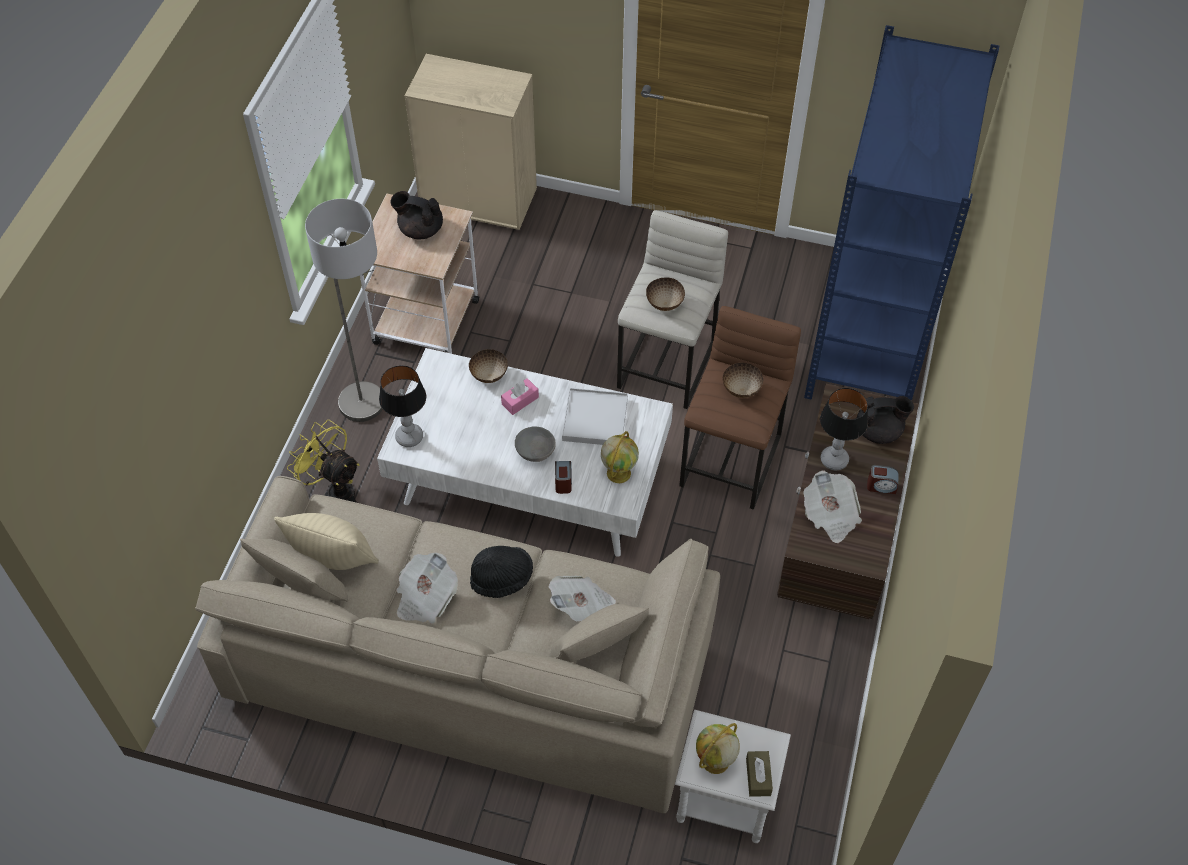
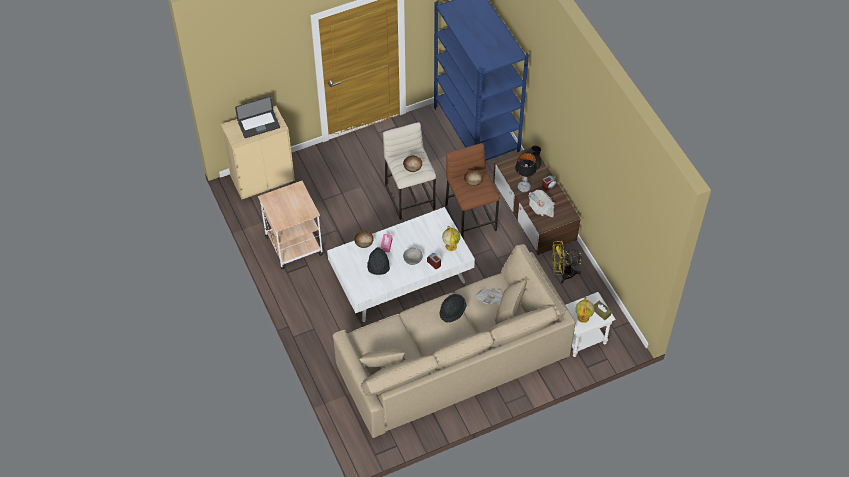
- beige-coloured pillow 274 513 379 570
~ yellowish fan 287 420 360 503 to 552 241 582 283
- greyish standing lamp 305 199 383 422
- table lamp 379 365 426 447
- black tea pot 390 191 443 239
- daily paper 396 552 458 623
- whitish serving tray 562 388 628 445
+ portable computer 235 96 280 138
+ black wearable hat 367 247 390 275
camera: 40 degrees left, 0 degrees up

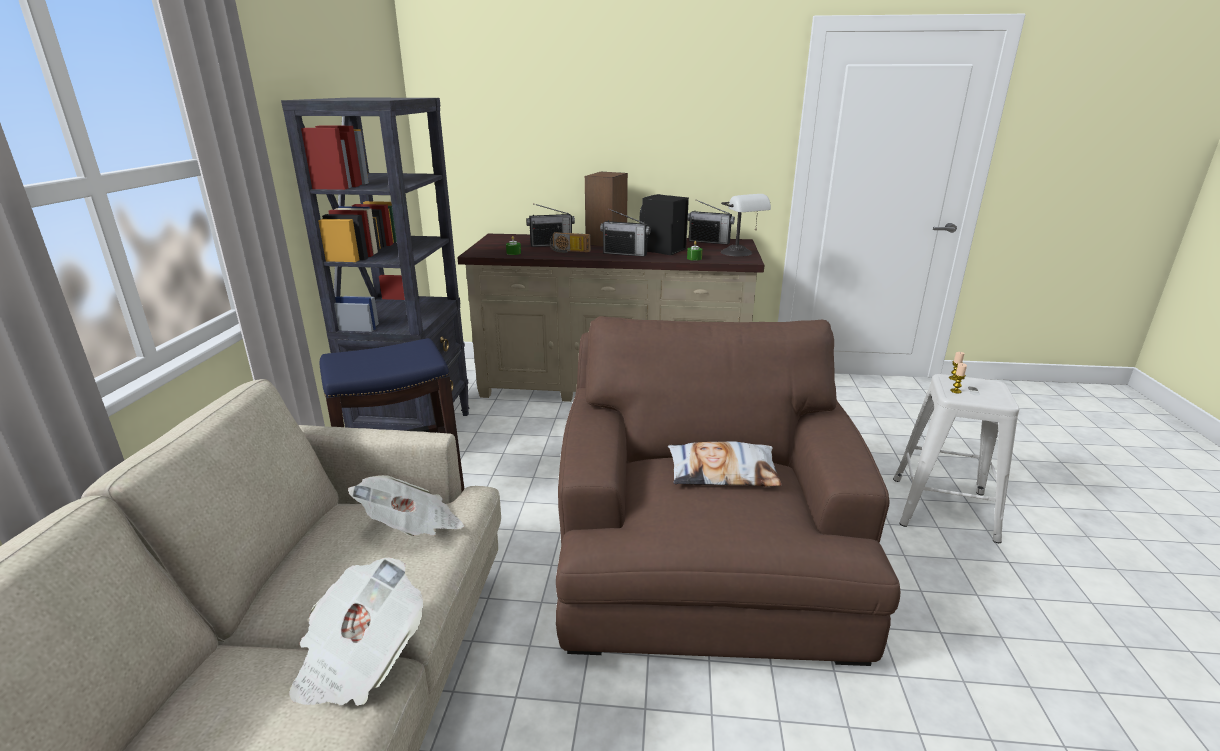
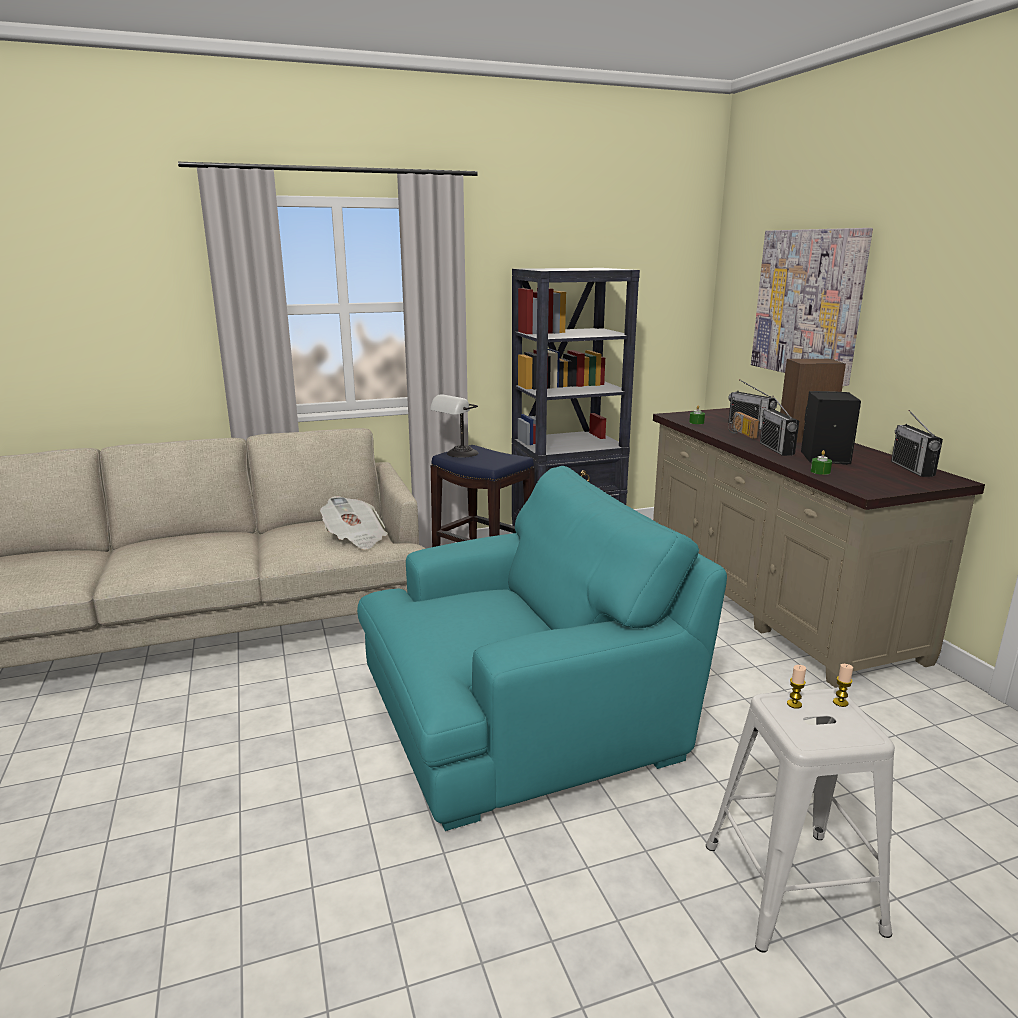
- daily paper 289 557 423 706
~ brown-coloured lounge chair 556 316 900 666 to turquoise lounge chair 357 466 727 831
- pillow 668 441 782 486
~ table lamp 721 194 771 257 to 430 394 478 458
+ wall picture 751 228 873 386
camera: 65 degrees right, 5 degrees down

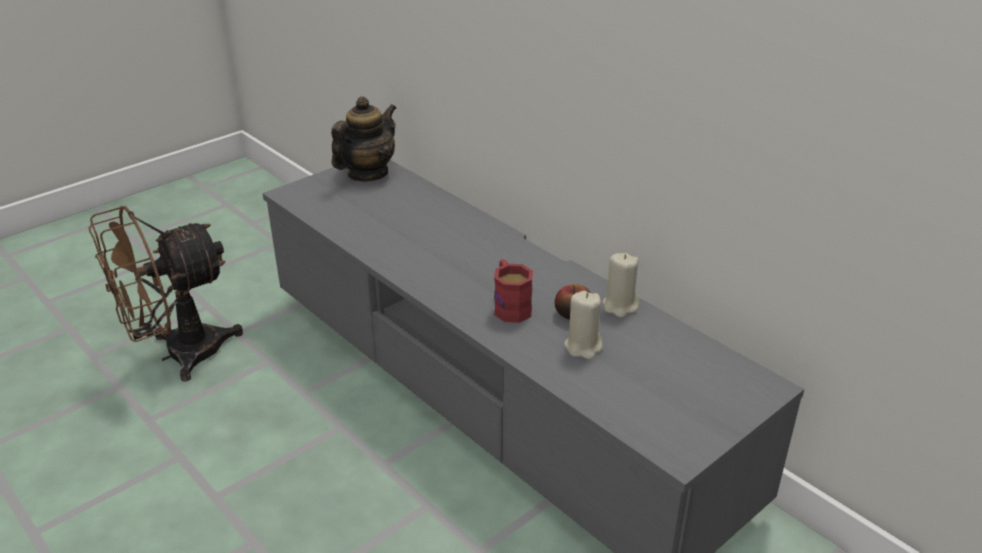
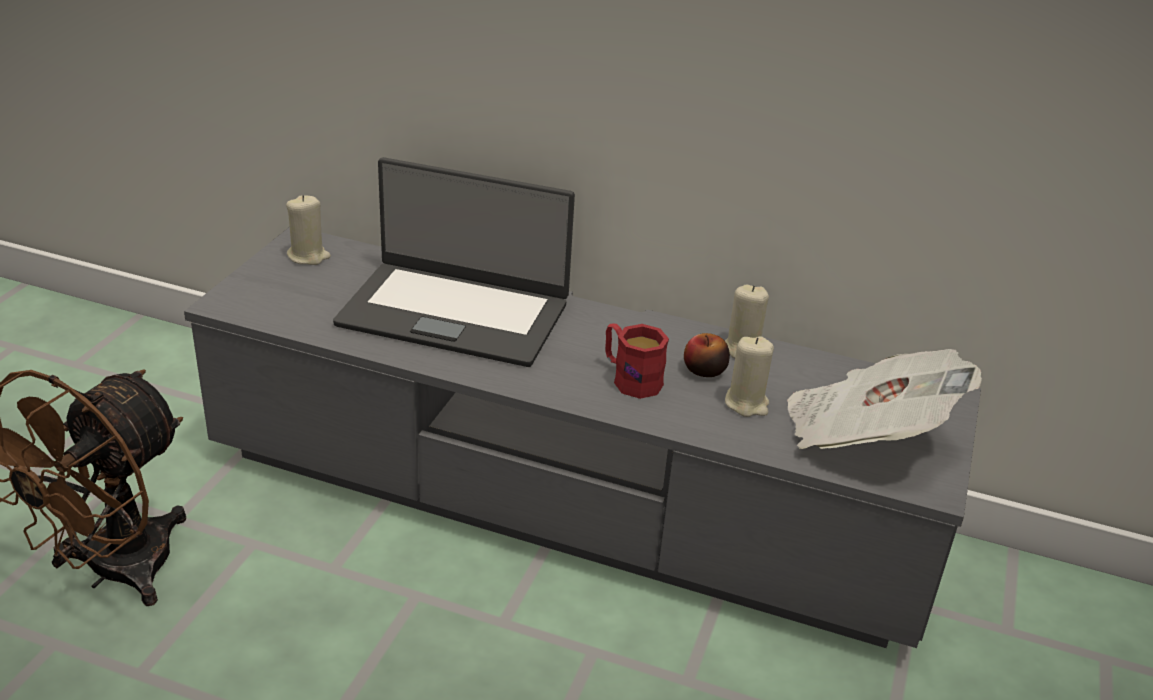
~ tea pot 331 96 396 181 to beige-coloured wax light 286 195 331 265
+ portable computer 333 157 575 367
+ daily paper 787 349 982 449
camera: 30 degrees left, 0 degrees up

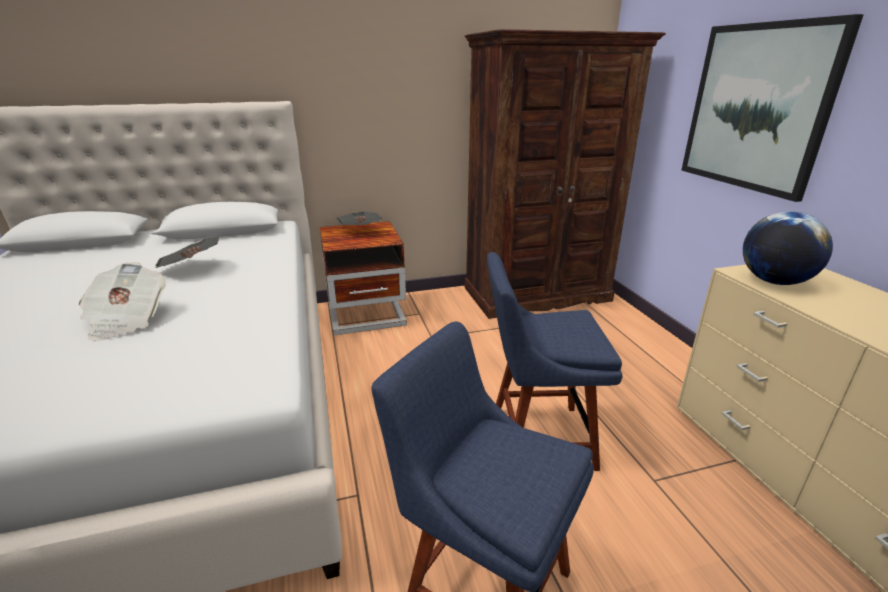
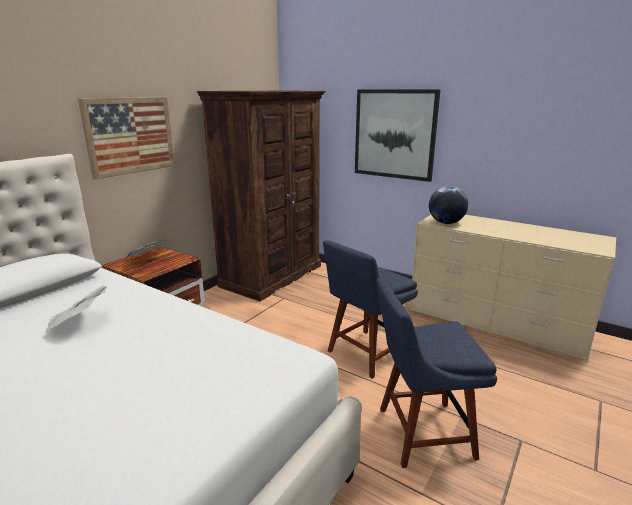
- daily paper 79 262 166 341
+ wall picture 78 97 175 180
camera: 40 degrees left, 5 degrees down

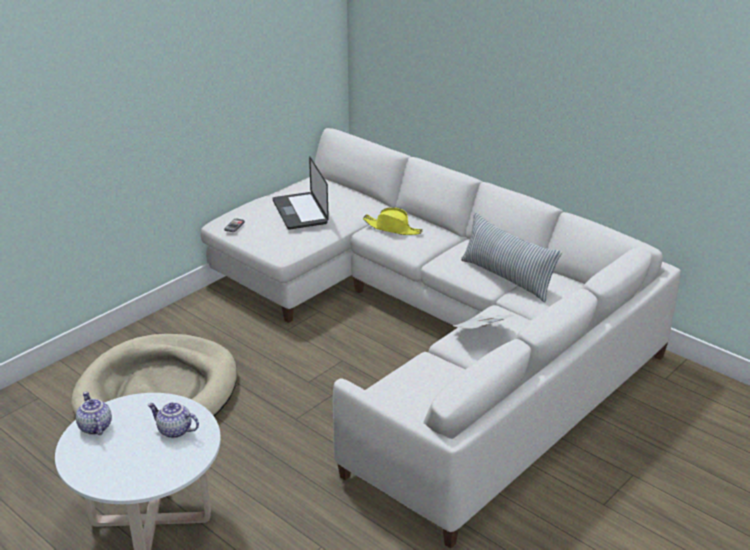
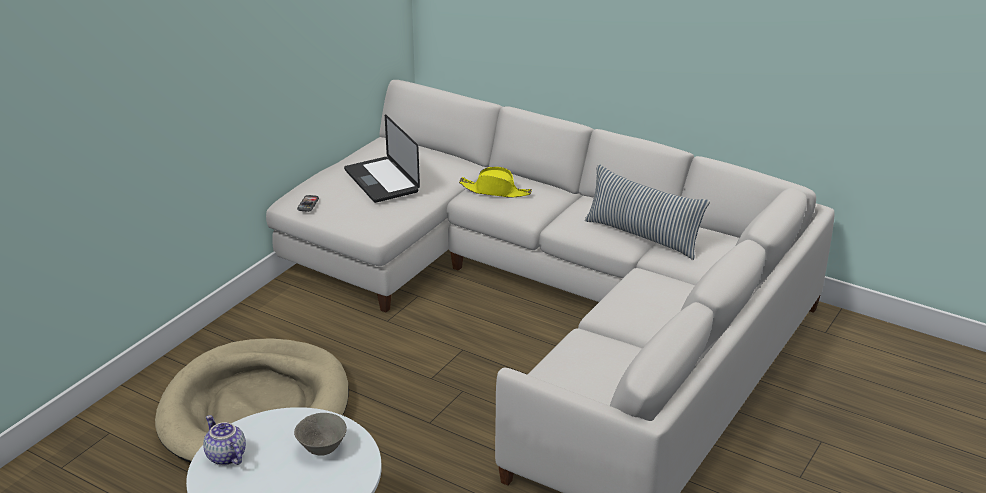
~ tea pot 147 402 199 438 to greyish deep dish 294 413 347 456
- daily paper 453 315 514 329
camera: 10 degrees left, 0 degrees up

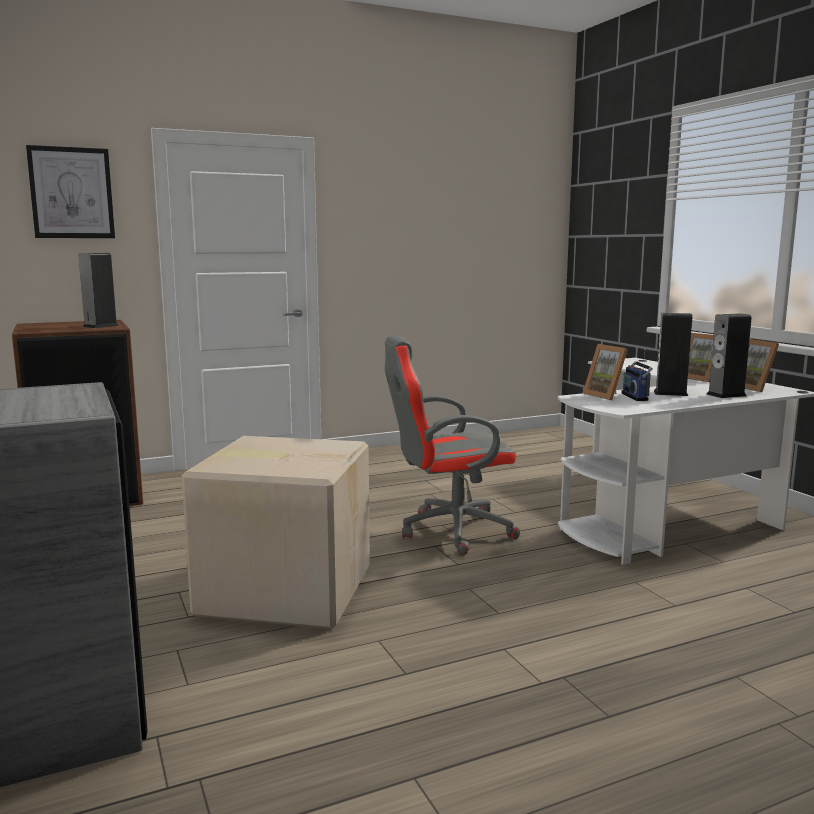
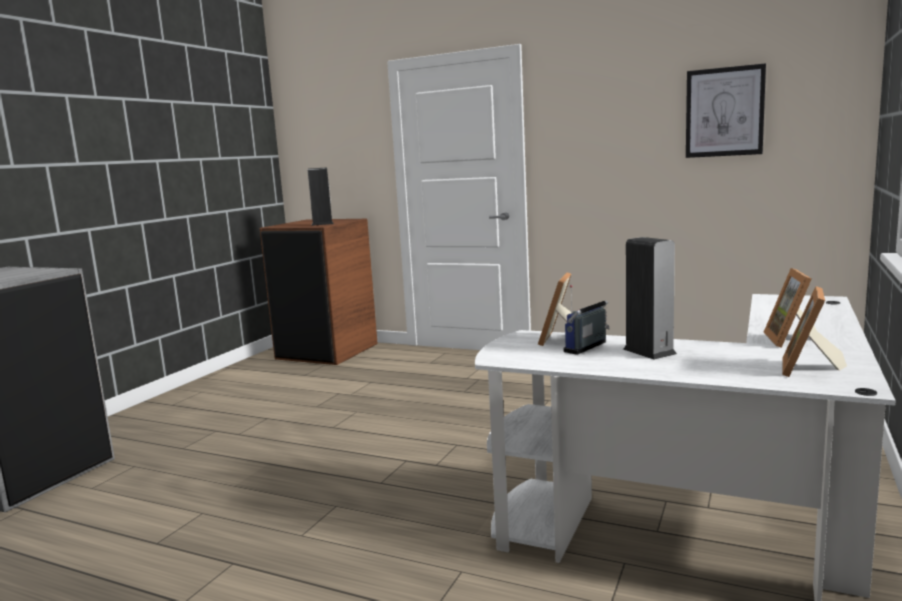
~ wall picture 26 145 115 238 to 686 63 766 158
- cardboard box 182 436 370 629
- greyish office chair 385 336 520 555
- speaker 707 314 752 398
camera: 50 degrees right, 0 degrees up

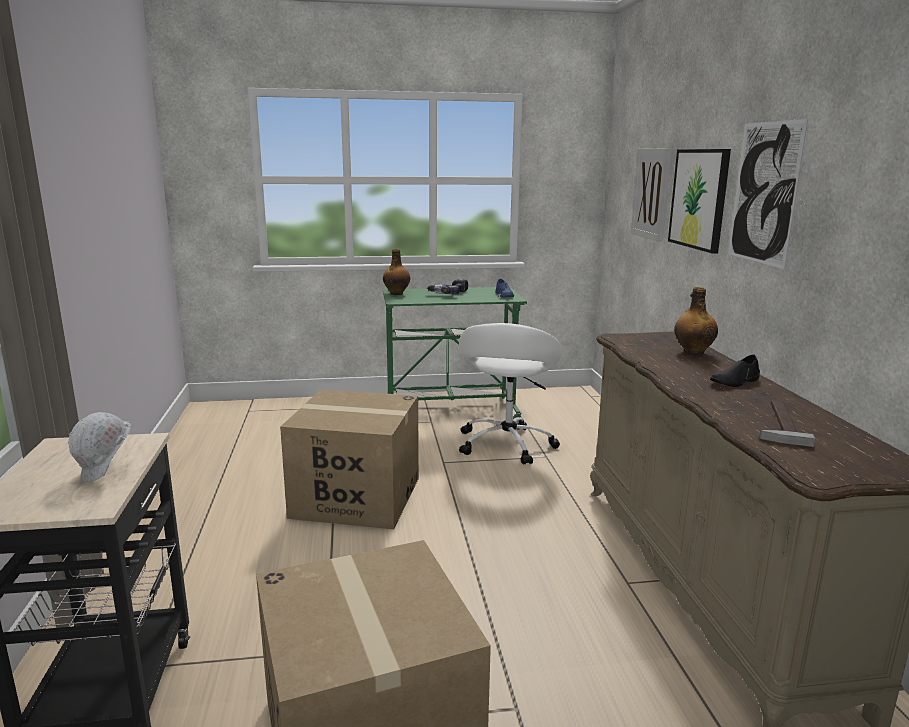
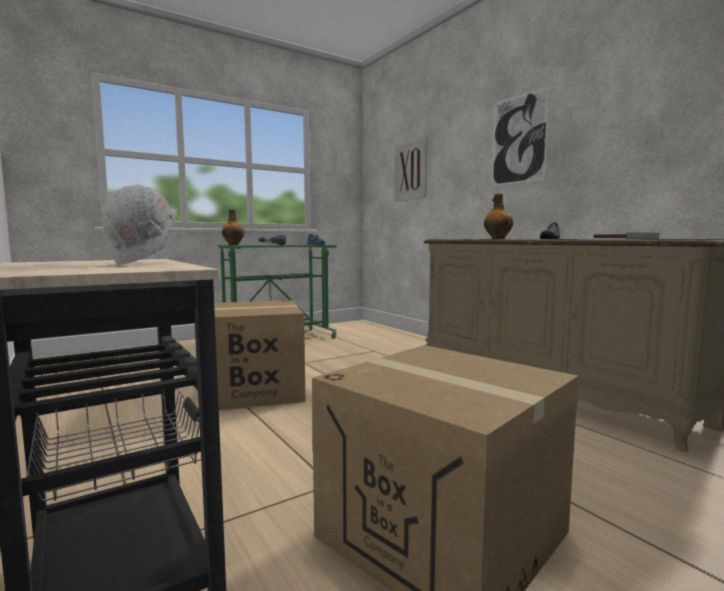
- whitish office chair 459 323 563 464
- wall picture 668 149 731 254
camera: 25 degrees left, 10 degrees down

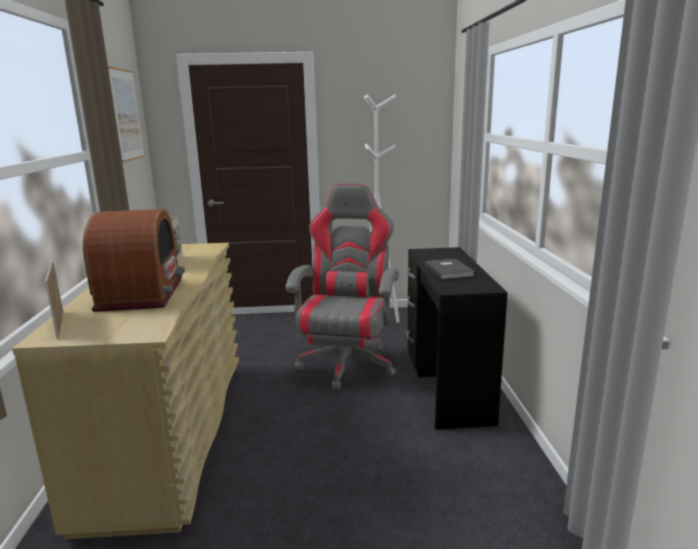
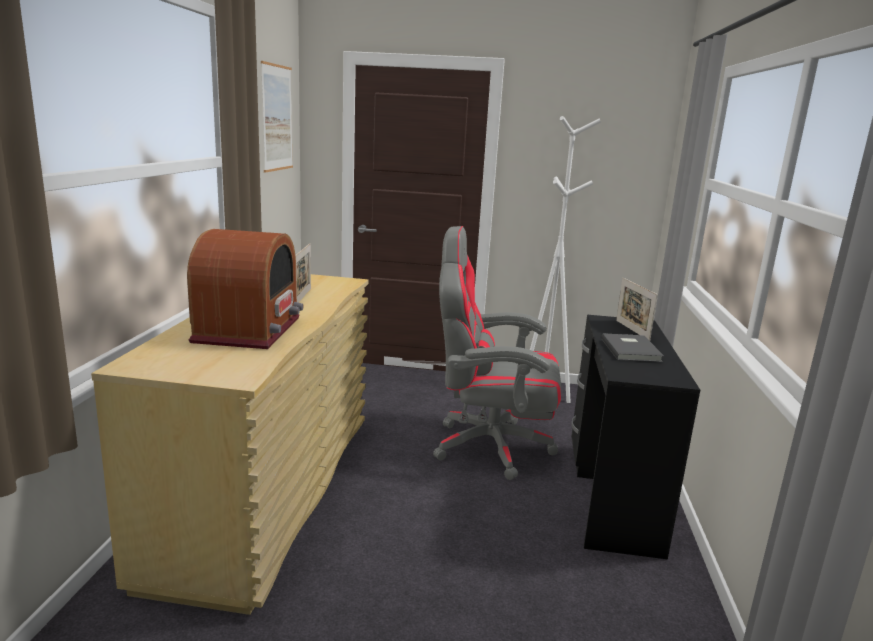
~ photo frame 45 260 63 339 to 616 278 658 341
~ greyish office chair 285 184 399 390 = 433 226 561 480 105 degrees counterclockwise
camera: 10 degrees right, 0 degrees up

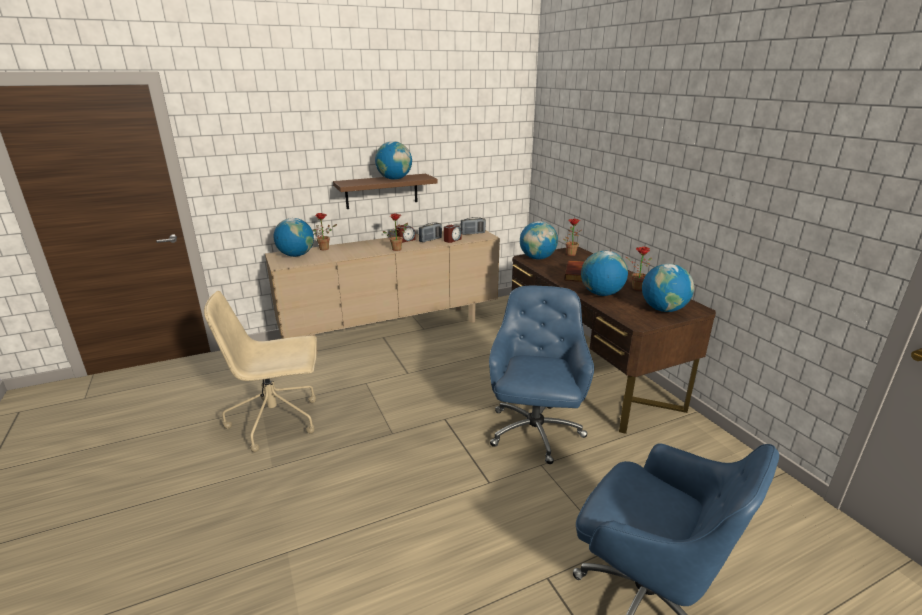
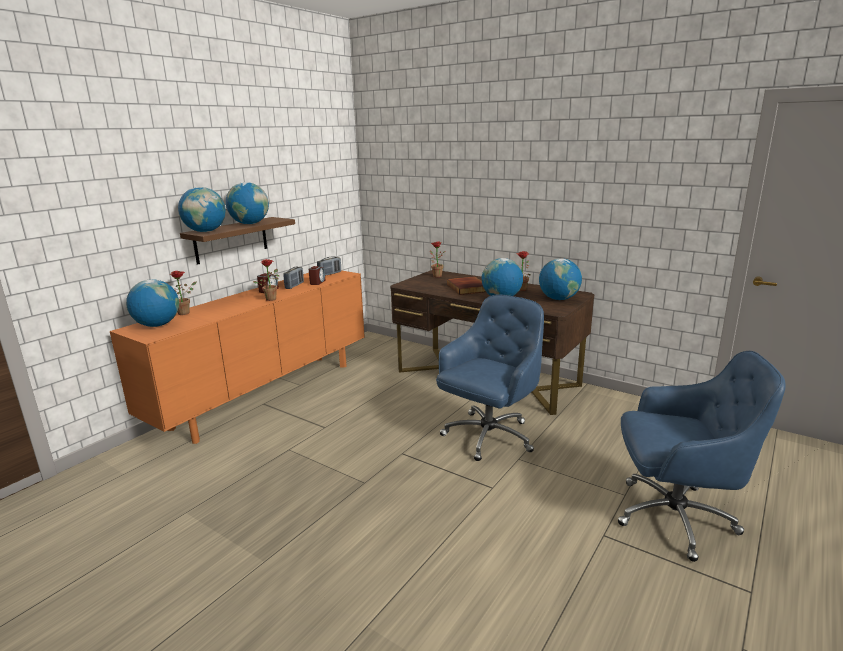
- beige-coloured office chair 204 291 317 452
~ beige-coloured cabinet 265 230 500 354 to orange cabinet 110 270 365 444
~ blue office chair 489 286 594 464 = 436 294 544 461 60 degrees clockwise
~ desk globe 520 221 558 260 to 178 187 226 232
camera: 30 degrees left, 5 degrees down

